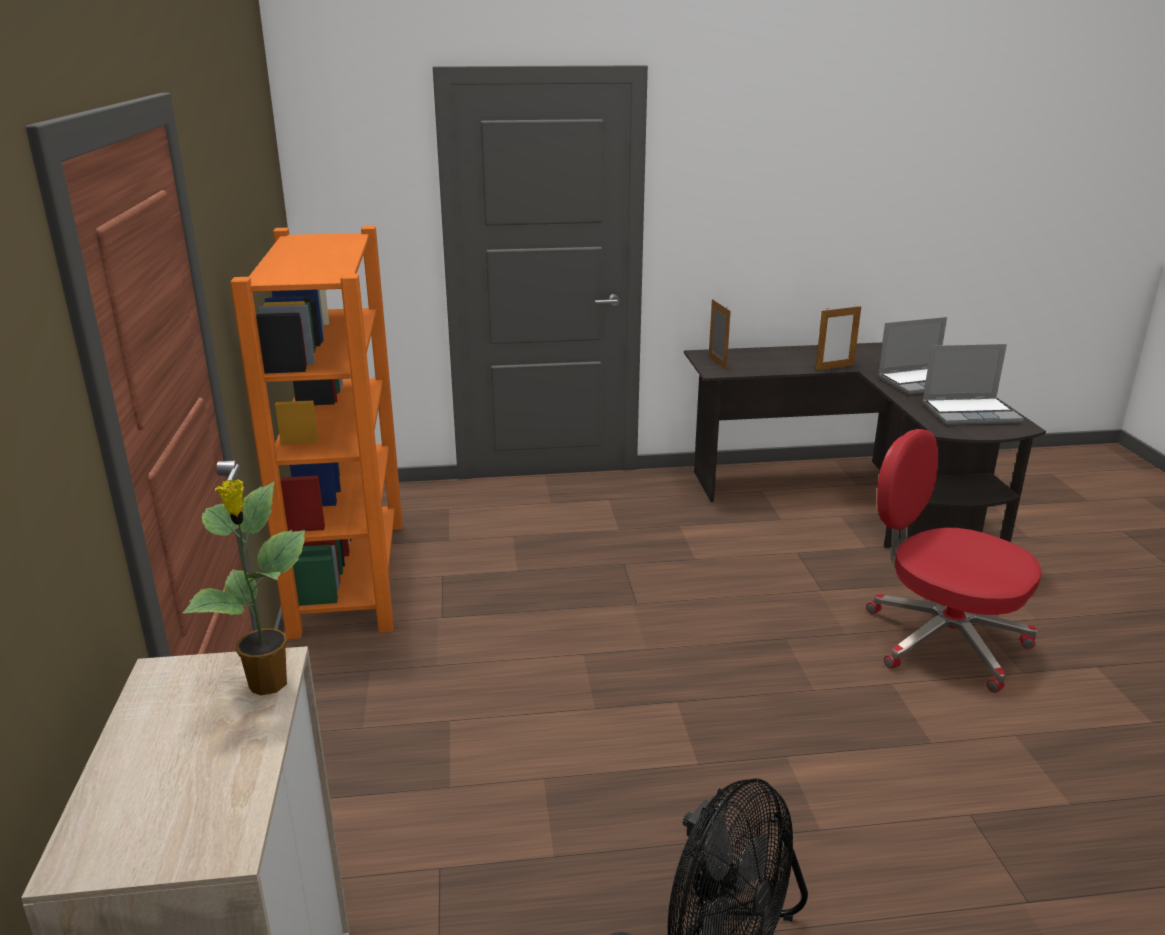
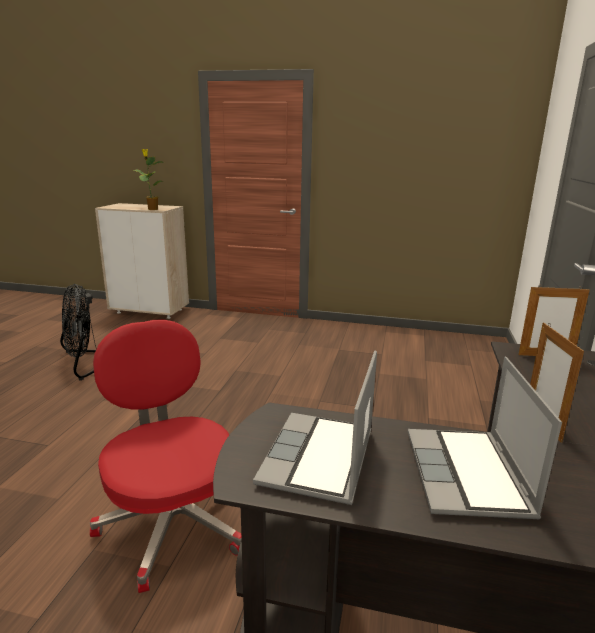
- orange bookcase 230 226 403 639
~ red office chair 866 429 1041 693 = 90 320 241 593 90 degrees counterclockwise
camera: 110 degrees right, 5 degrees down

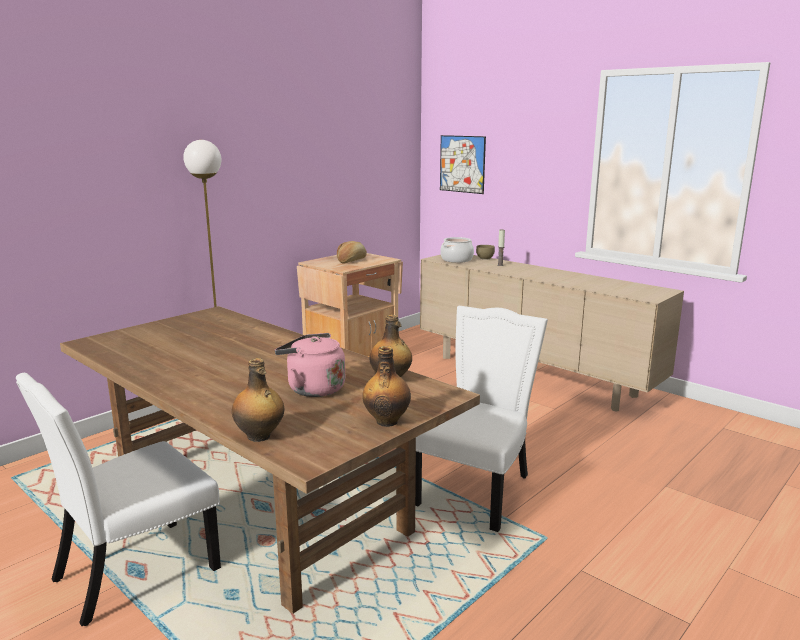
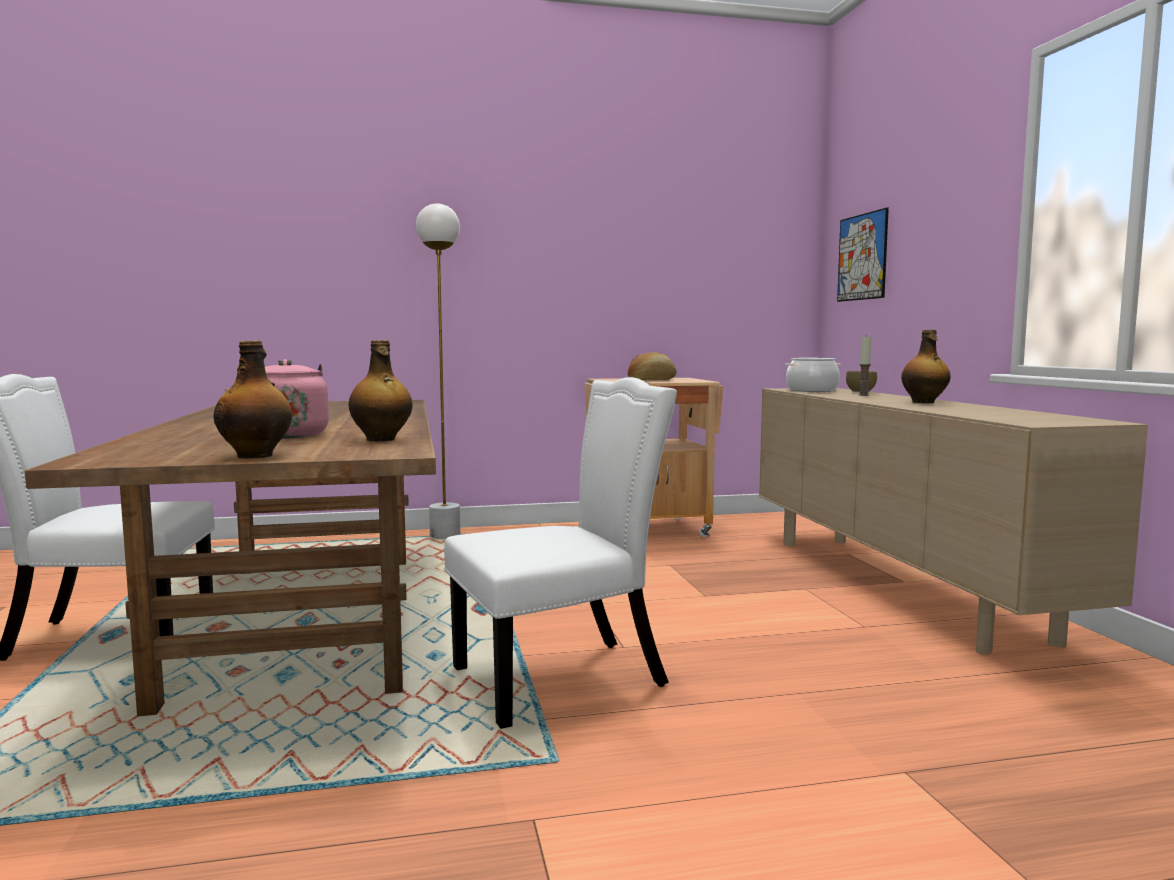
~ drink bottle 232 358 284 442 to 901 330 951 403
camera: 35 degrees right, 10 degrees down

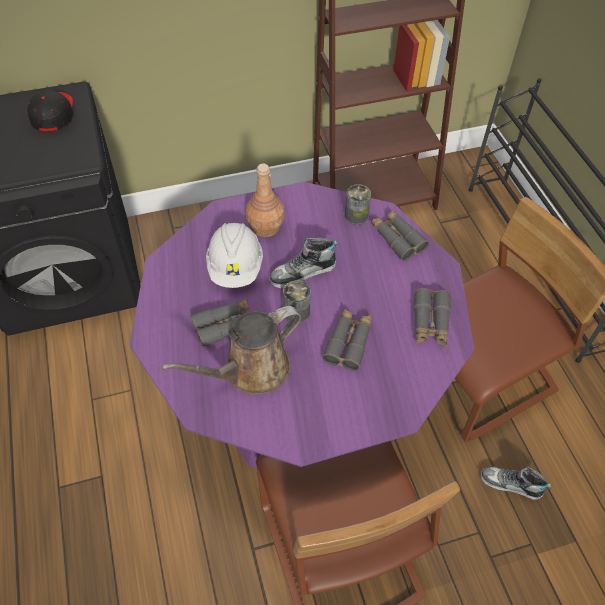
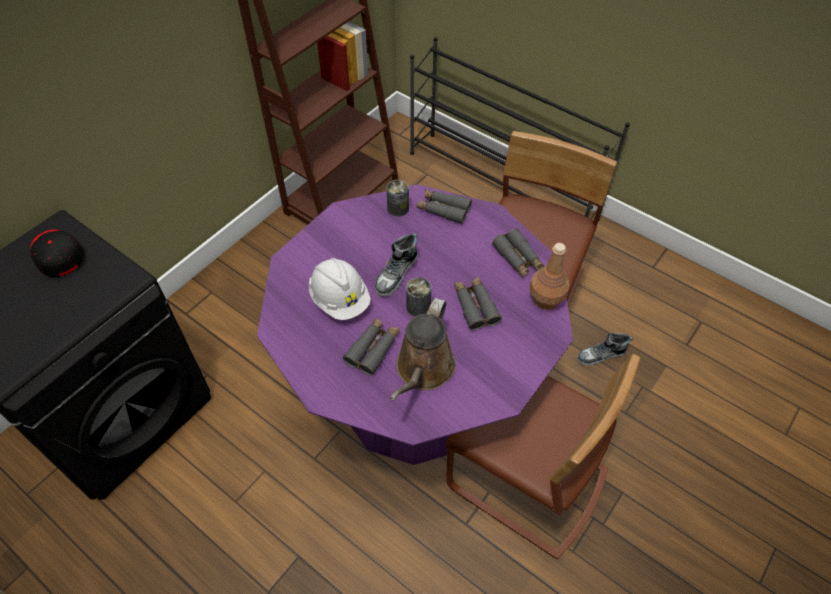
~ brown-coloured drink bottle 246 163 284 237 to 529 243 570 310
camera: 35 degrees left, 0 degrees up

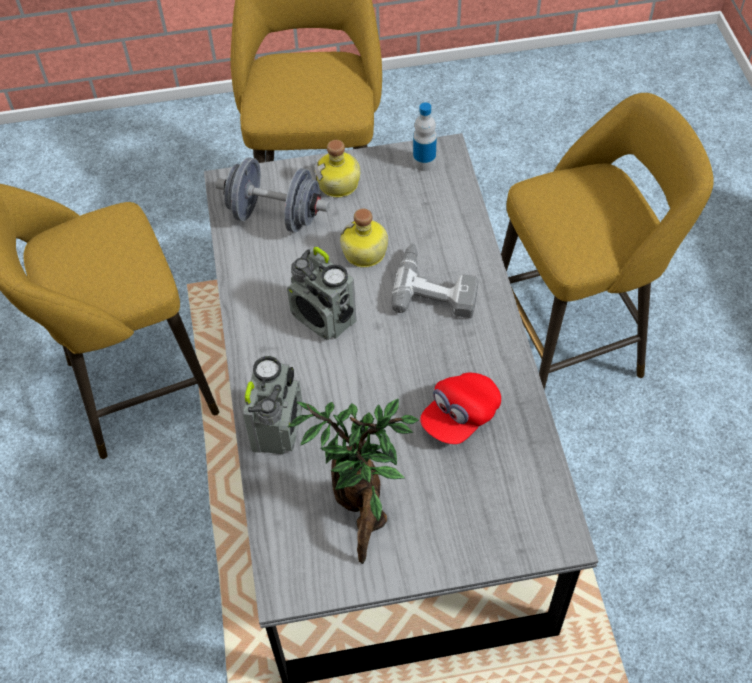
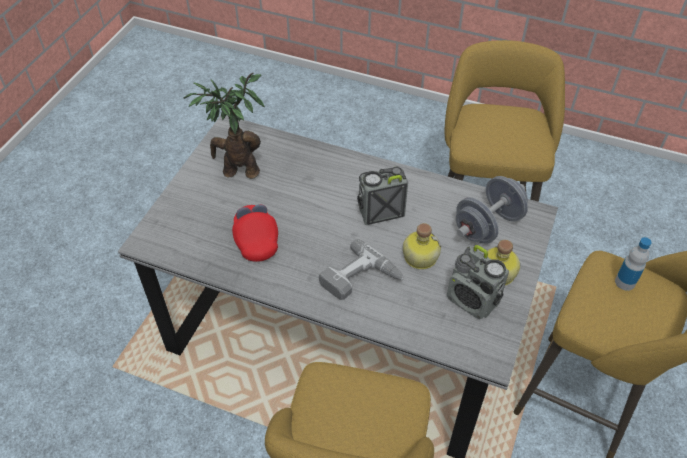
~ radio 242 356 303 455 to 447 245 509 319
~ drink bottle 413 102 437 171 to 615 237 652 291
camera: 120 degrees right, 5 degrees down

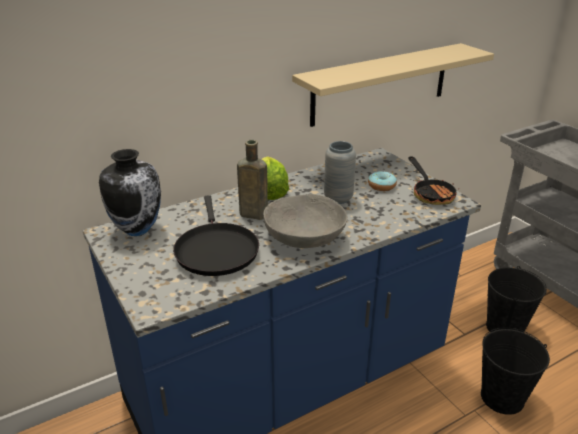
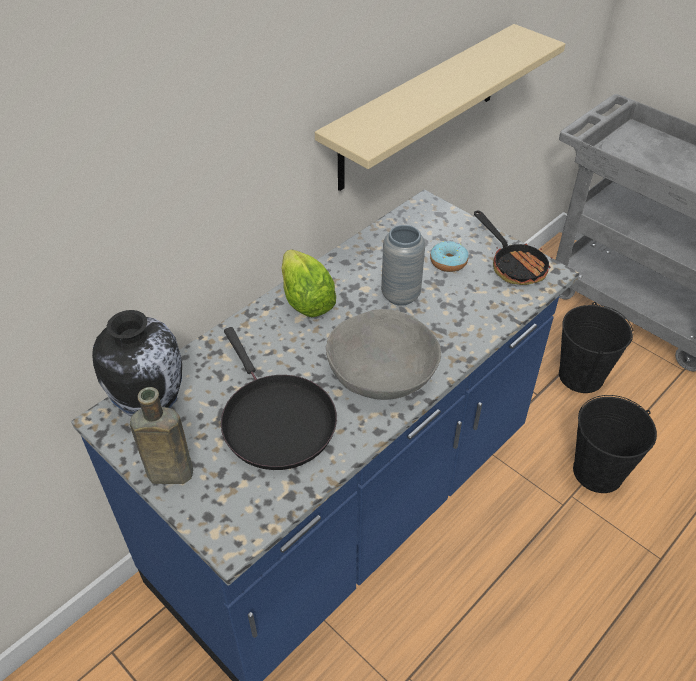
~ brown-coloured drink bottle 237 140 268 220 to 130 387 193 484
camera: 15 degrees left, 15 degrees up

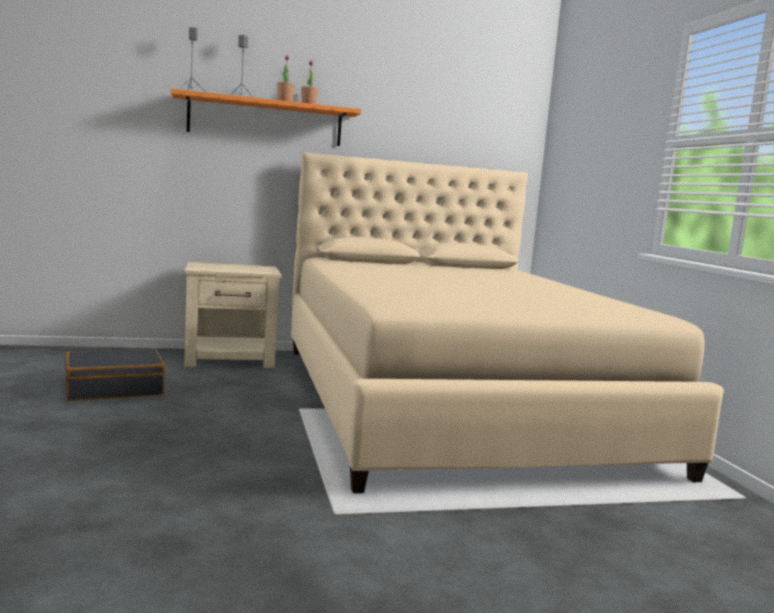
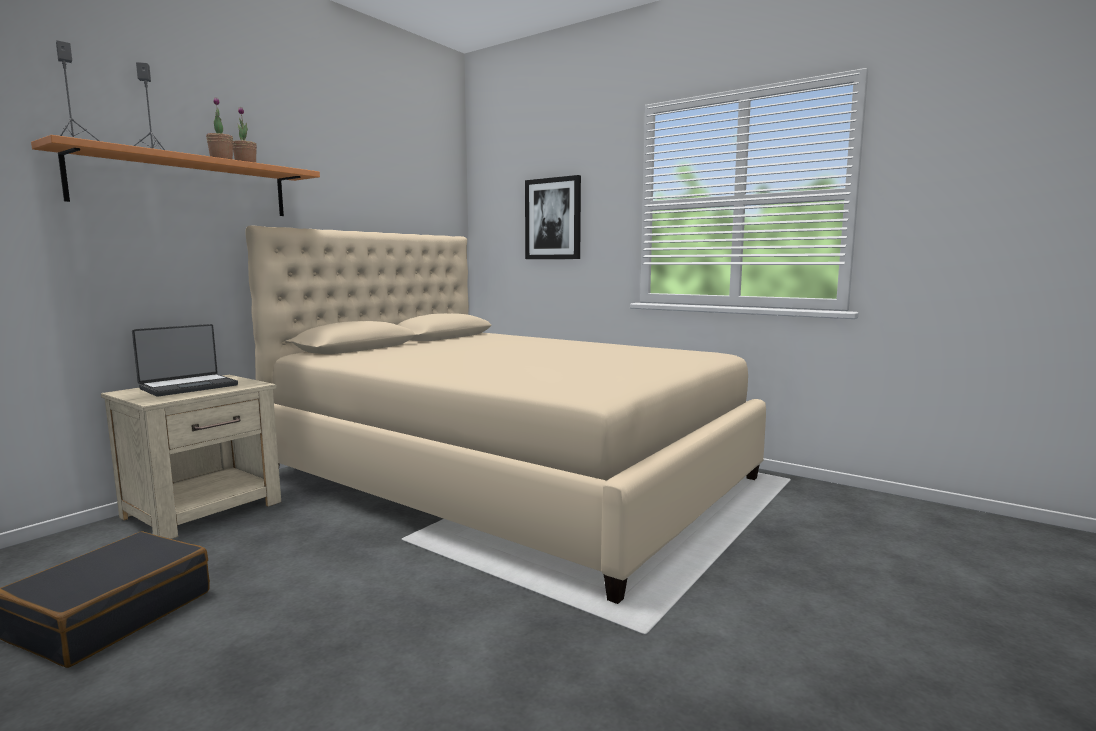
+ portable computer 132 324 238 397
+ wall picture 525 175 581 259
camera: 40 degrees left, 0 degrees up

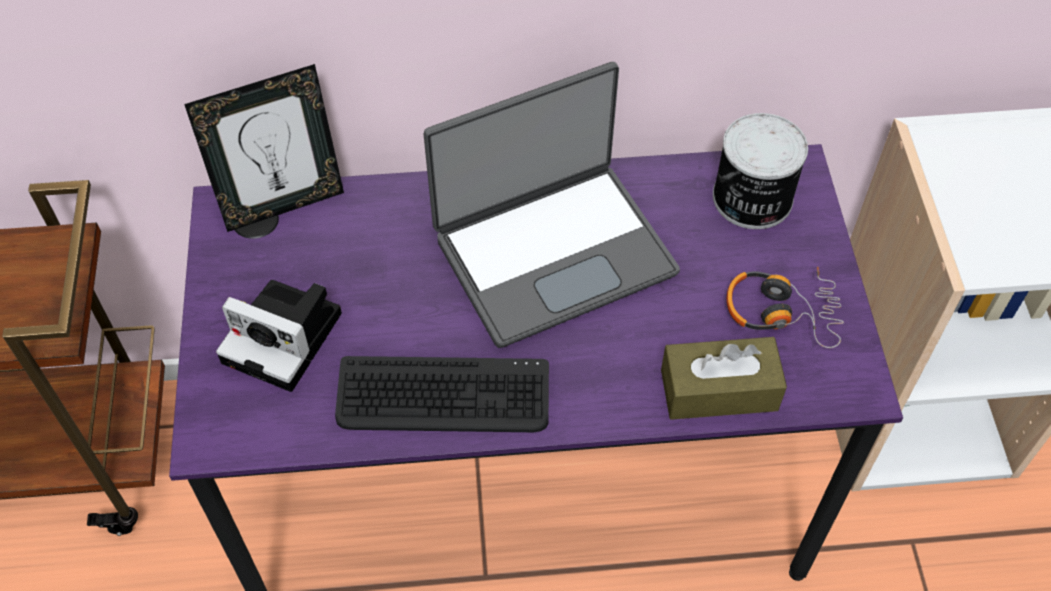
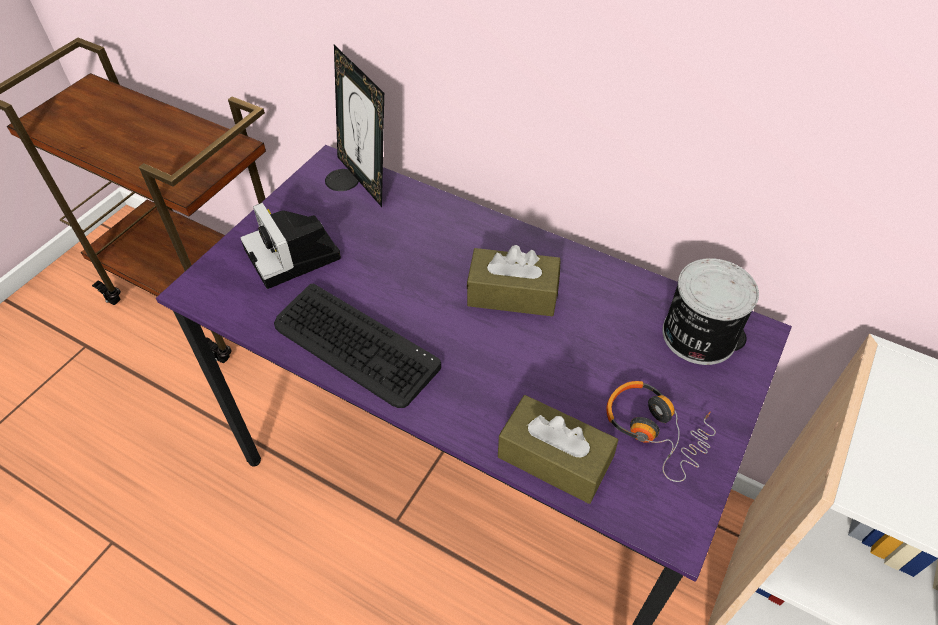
~ photo frame 184 64 344 232 = 334 45 384 207 45 degrees clockwise
~ portable computer 424 62 680 348 to brown-coloured box of tissues 467 245 561 316
camera: 35 degrees right, 5 degrees down

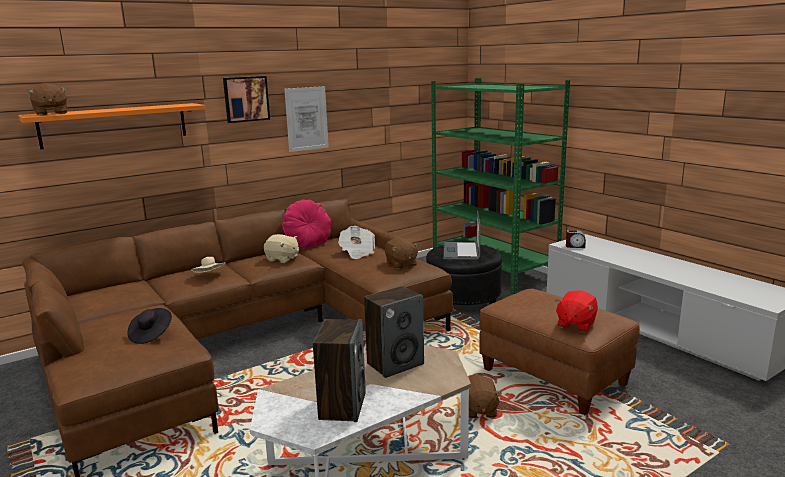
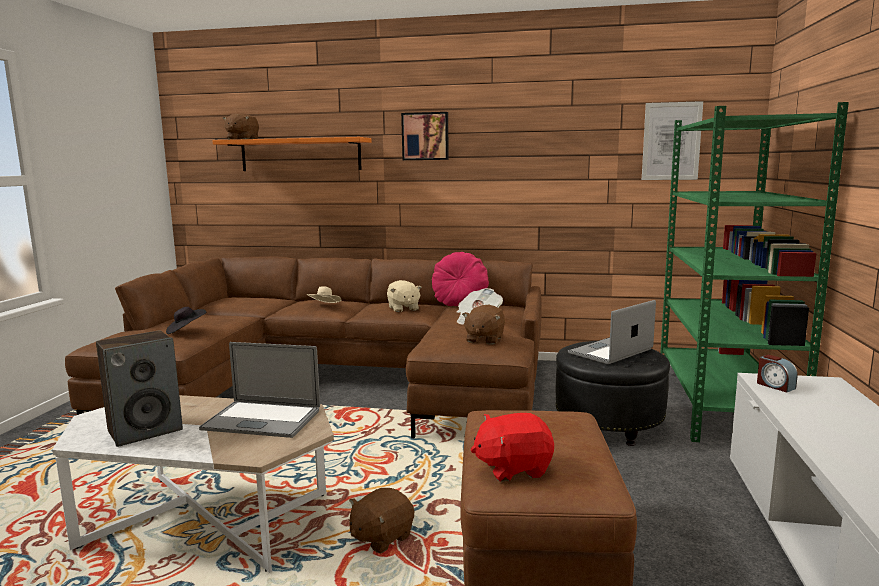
~ wall picture 284 86 329 152 to 642 101 703 180
~ speaker 364 286 424 378 to portable computer 199 342 320 438
camera: 45 degrees right, 5 degrees down

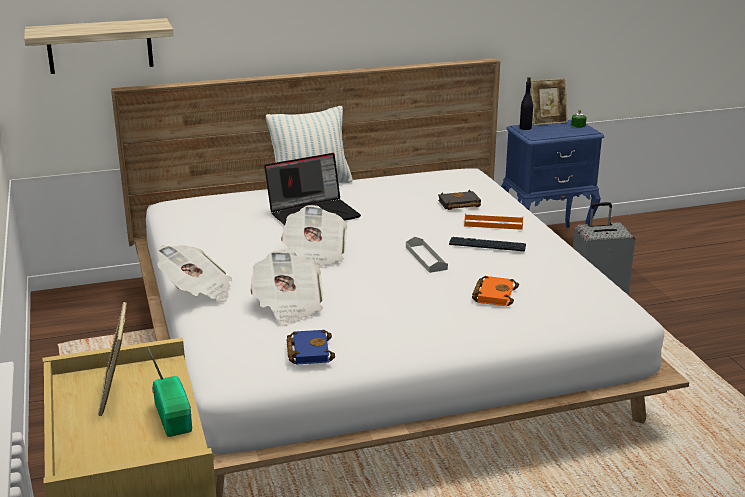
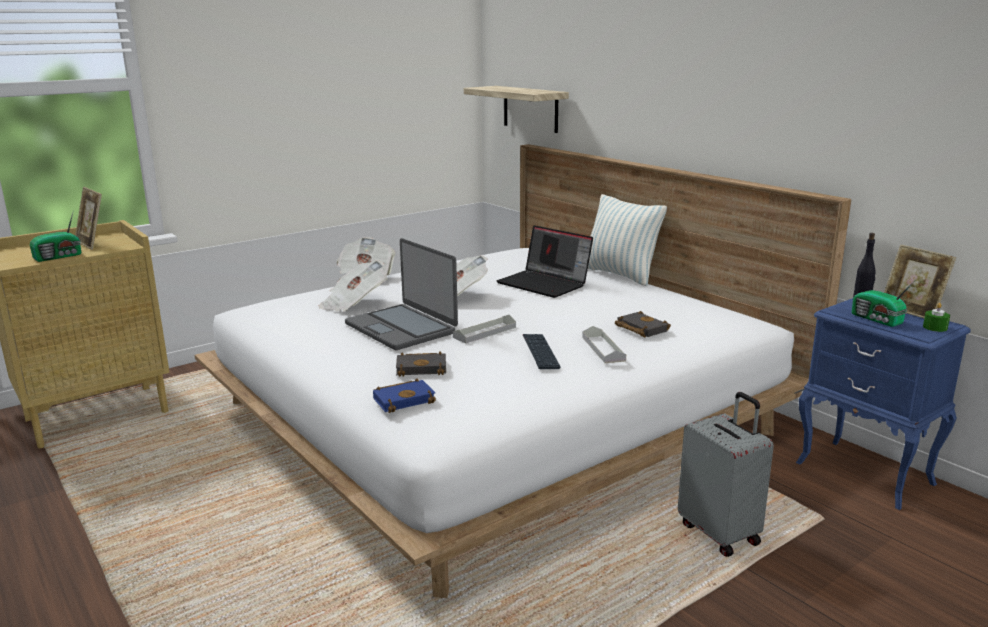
~ photo frame 98 302 127 416 = 75 187 102 250 105 degrees counterclockwise
~ blue bound book 287 330 335 365 to 373 379 436 413
~ orange serving tray 464 214 523 230 to greyish serving tray 582 326 626 363
~ orange bound book 472 276 519 306 to black bound book 396 351 446 377
+ portable computer 345 238 458 350
+ radio 852 279 916 327
camera: 70 degrees right, 5 degrees down

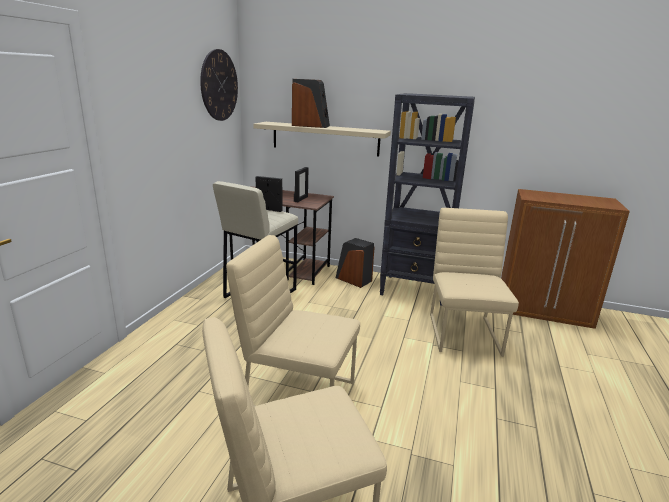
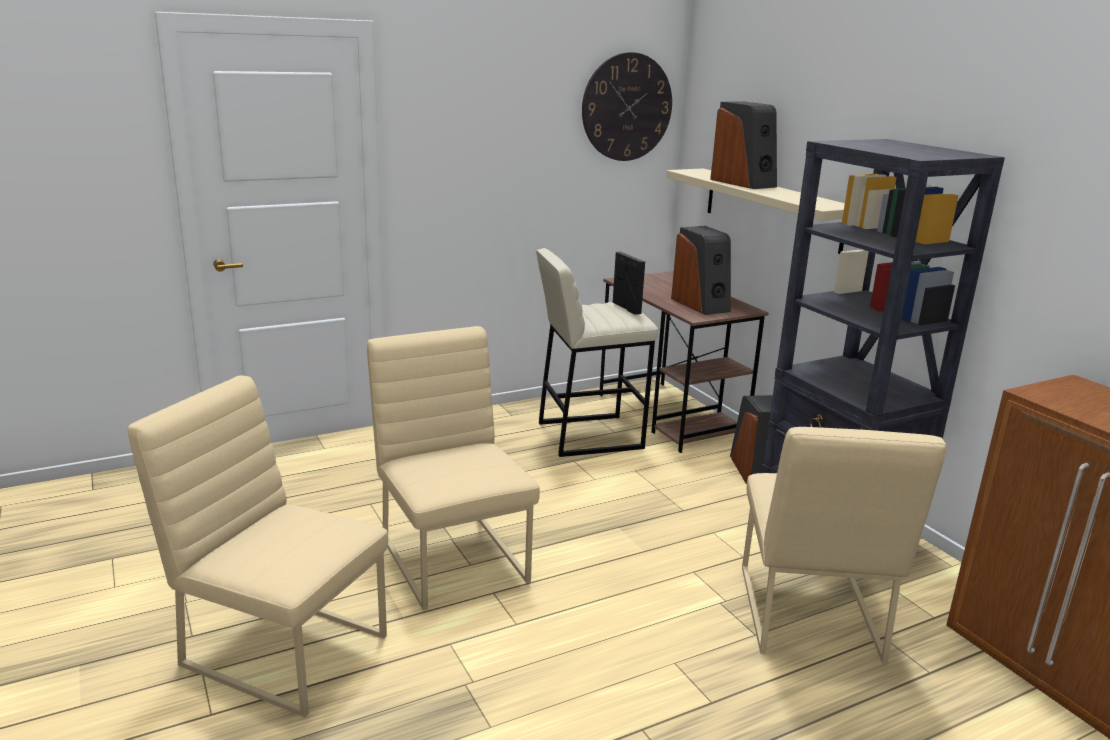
~ photo frame 294 167 309 202 to speaker 671 226 731 315
~ beige-coloured plain chair 430 208 519 357 = 742 427 947 664 135 degrees clockwise
camera: 45 degrees right, 0 degrees up

